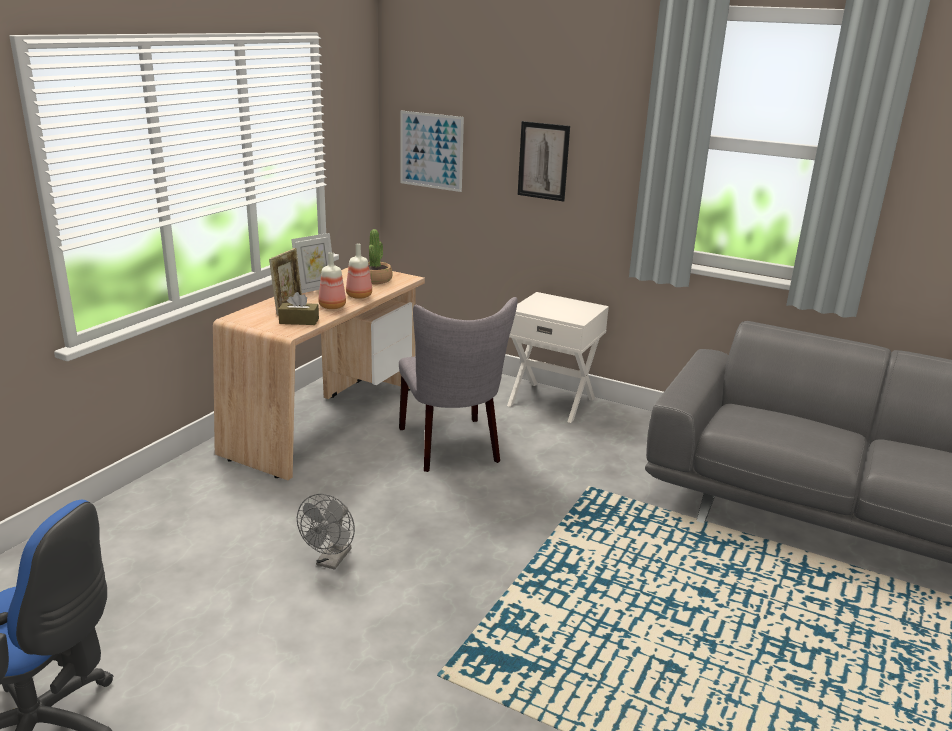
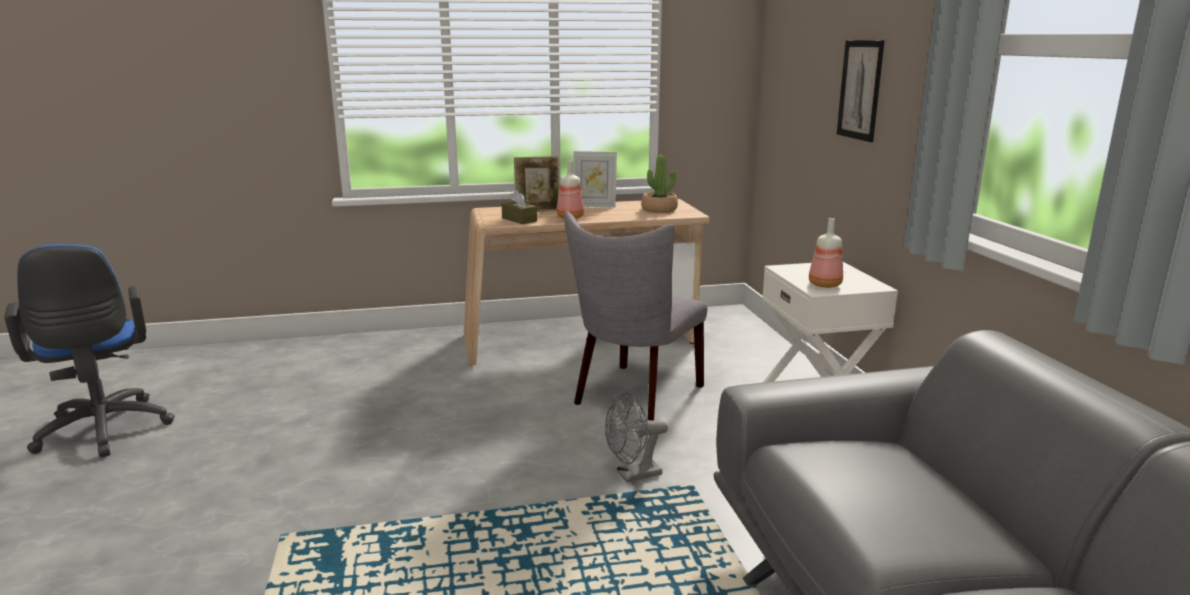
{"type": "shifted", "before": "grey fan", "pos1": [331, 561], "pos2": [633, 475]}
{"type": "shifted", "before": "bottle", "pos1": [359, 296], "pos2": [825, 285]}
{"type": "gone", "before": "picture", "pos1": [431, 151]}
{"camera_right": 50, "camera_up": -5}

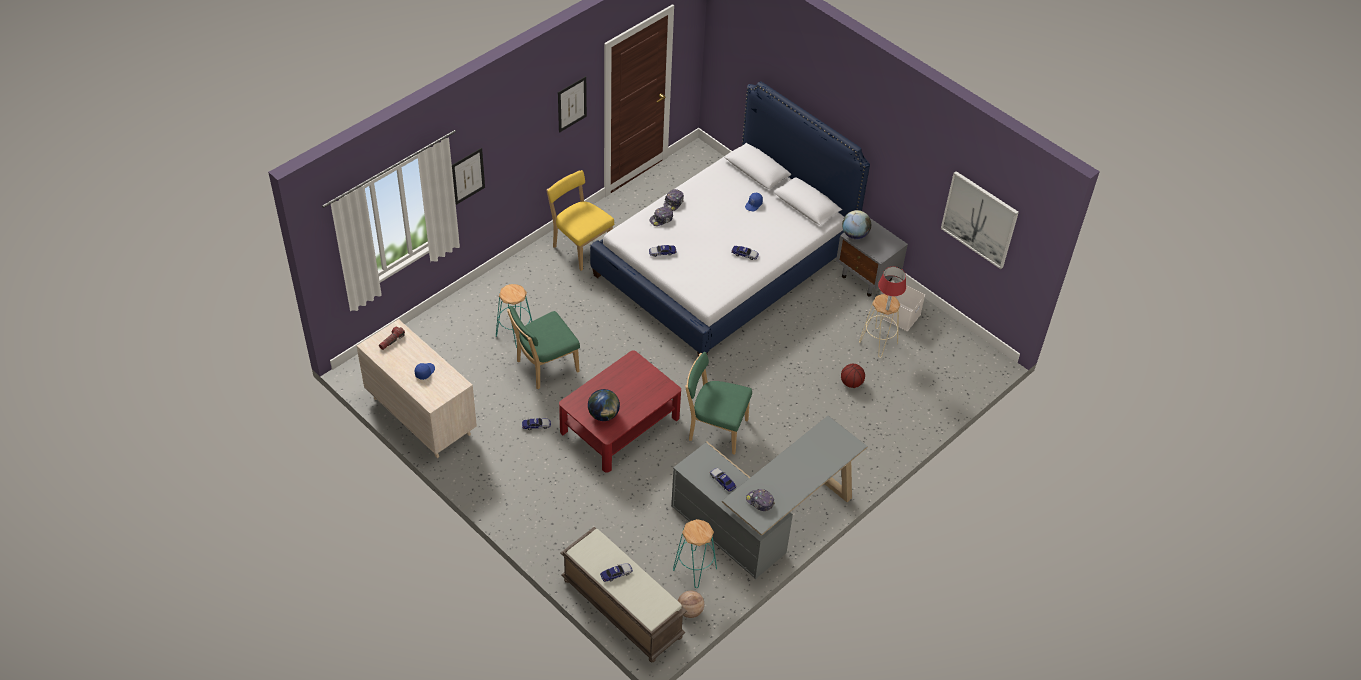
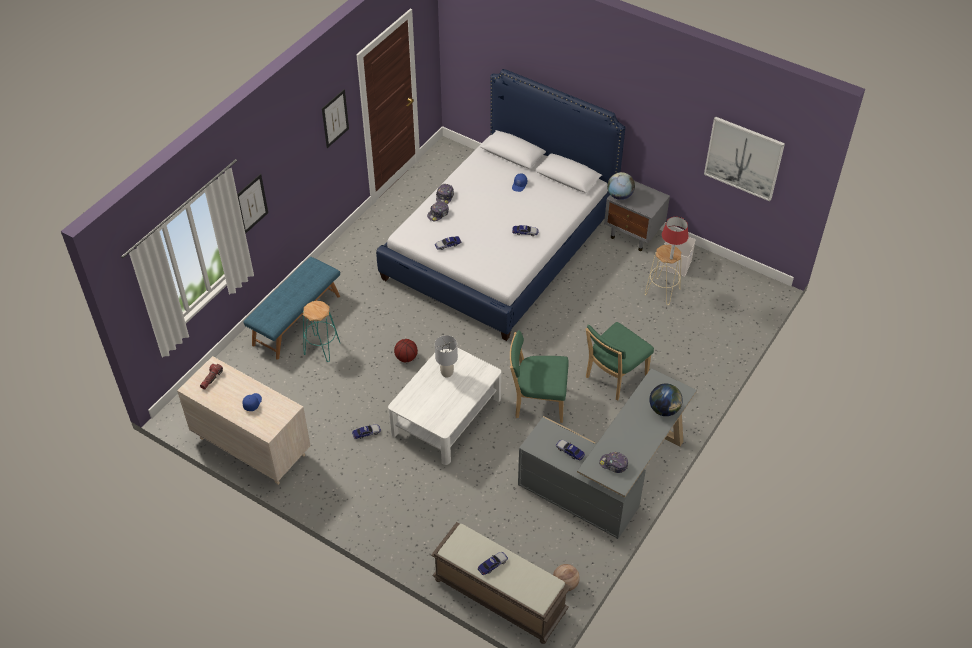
{"type": "new", "after": "blue bench", "pos2": [296, 320]}
{"type": "repainted", "before": "red coffee table", "after": "white coffee table", "pos1": [620, 424], "pos2": [446, 415]}
{"type": "shifted", "before": "basketball", "pos1": [851, 383], "pos2": [406, 357]}
{"type": "new", "after": "grey table lamp", "pos2": [447, 373]}
{"type": "shifted", "before": "green chair", "pos1": [544, 367], "pos2": [614, 378]}
{"type": "shifted", "before": "globe", "pos1": [603, 415], "pos2": [664, 409]}
{"type": "gone", "before": "yellow chair", "pos1": [580, 247]}
{"type": "gone", "before": "turquoise stool", "pos1": [695, 569]}
{"camera_right": -10, "camera_up": 0}

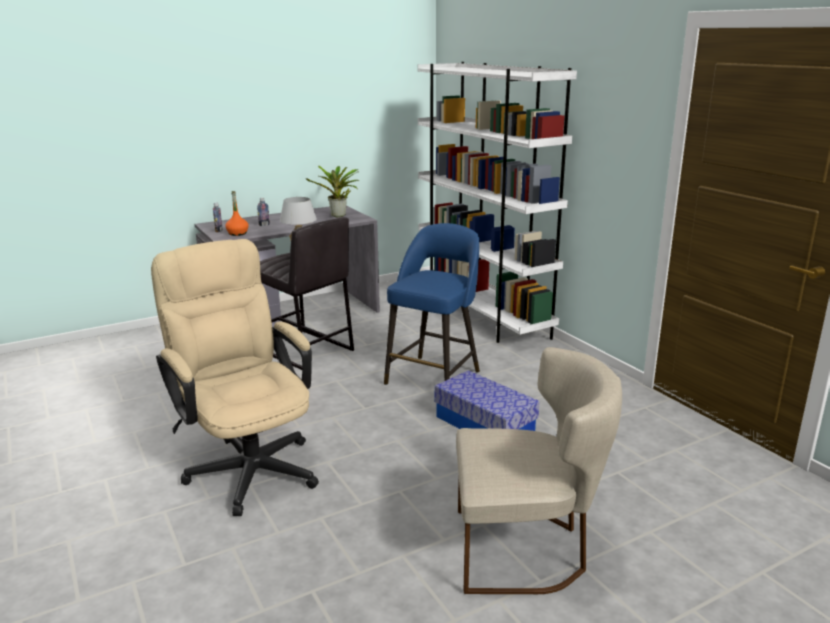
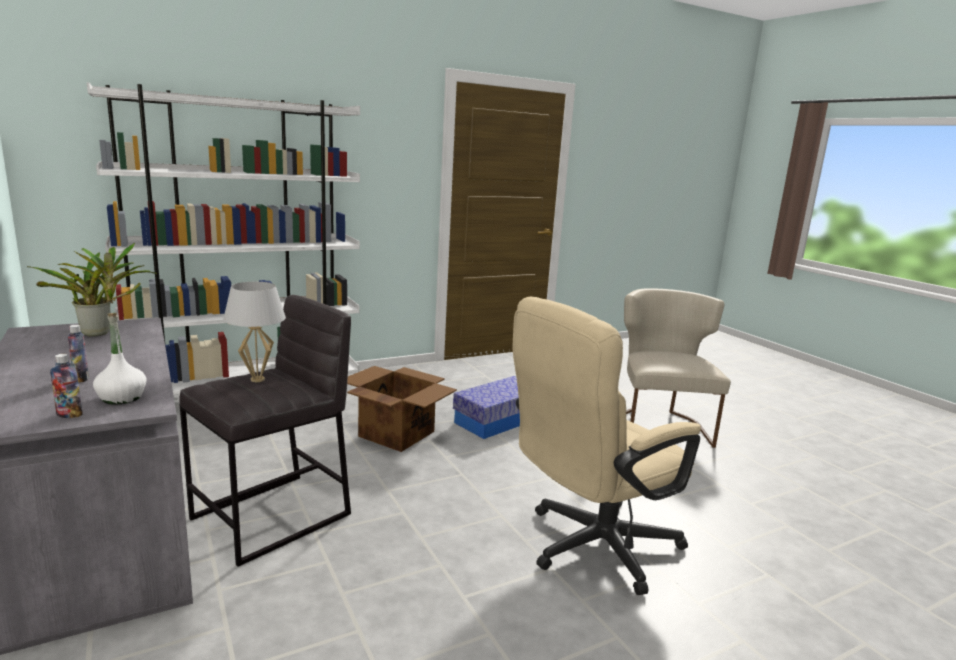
{"type": "repainted", "before": "orange bottle", "after": "white bottle", "pos1": [237, 233], "pos2": [121, 398]}
{"type": "swapped", "before": "blue stool", "after": "cardboard box", "pos1": [434, 376], "pos2": [396, 433]}
{"camera_right": -90, "camera_up": -5}

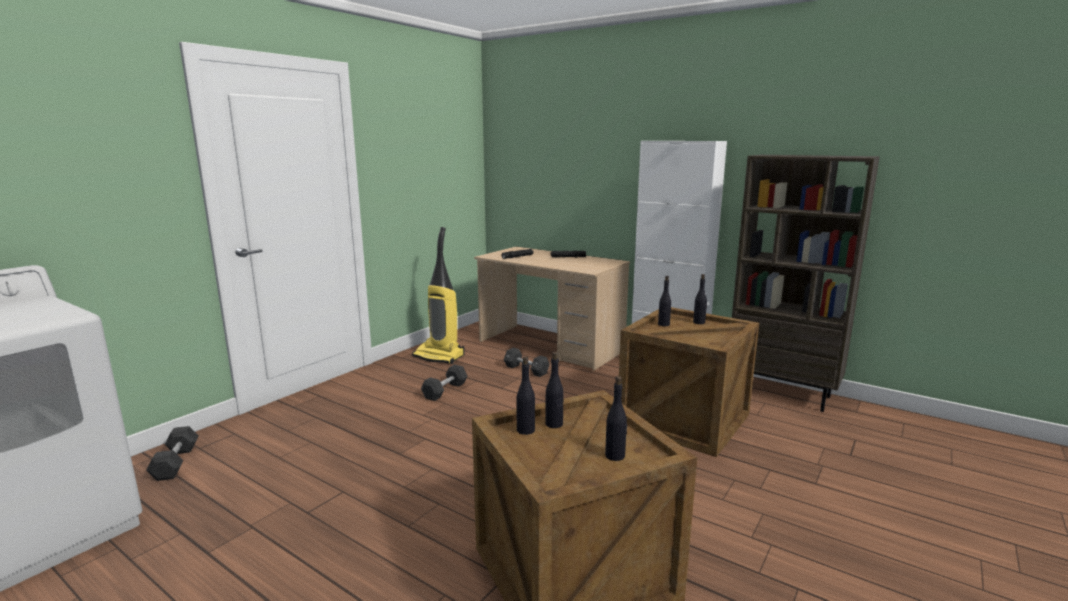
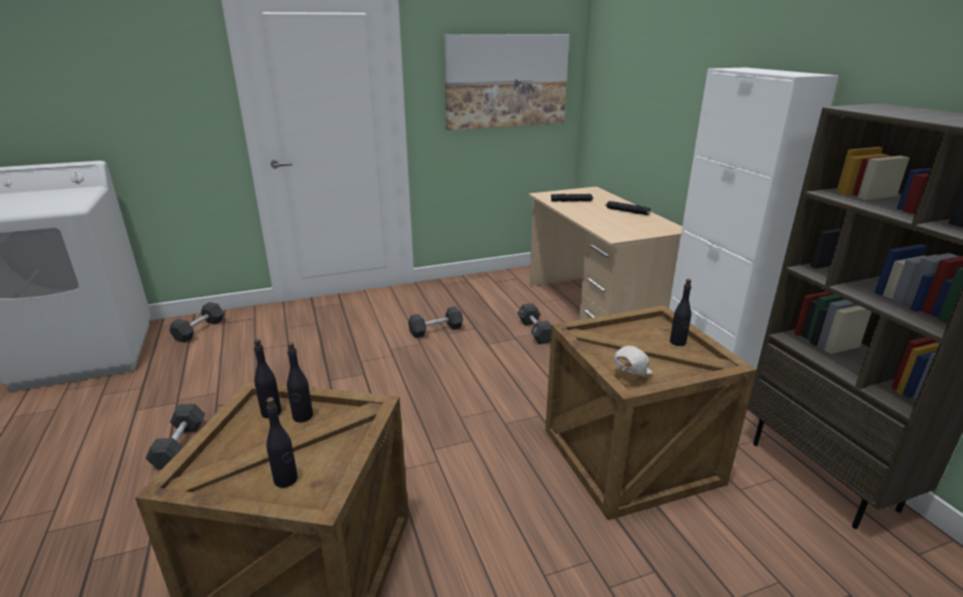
{"type": "new", "after": "black dumbbell", "pos2": [180, 445]}
{"type": "new", "after": "picture", "pos2": [506, 81]}
{"type": "new", "after": "white cap", "pos2": [629, 375]}
{"type": "gone", "before": "vacuum cleaner", "pos1": [439, 356]}
{"type": "gone", "before": "black bottle", "pos1": [663, 324]}
{"camera_right": 35, "camera_up": 10}

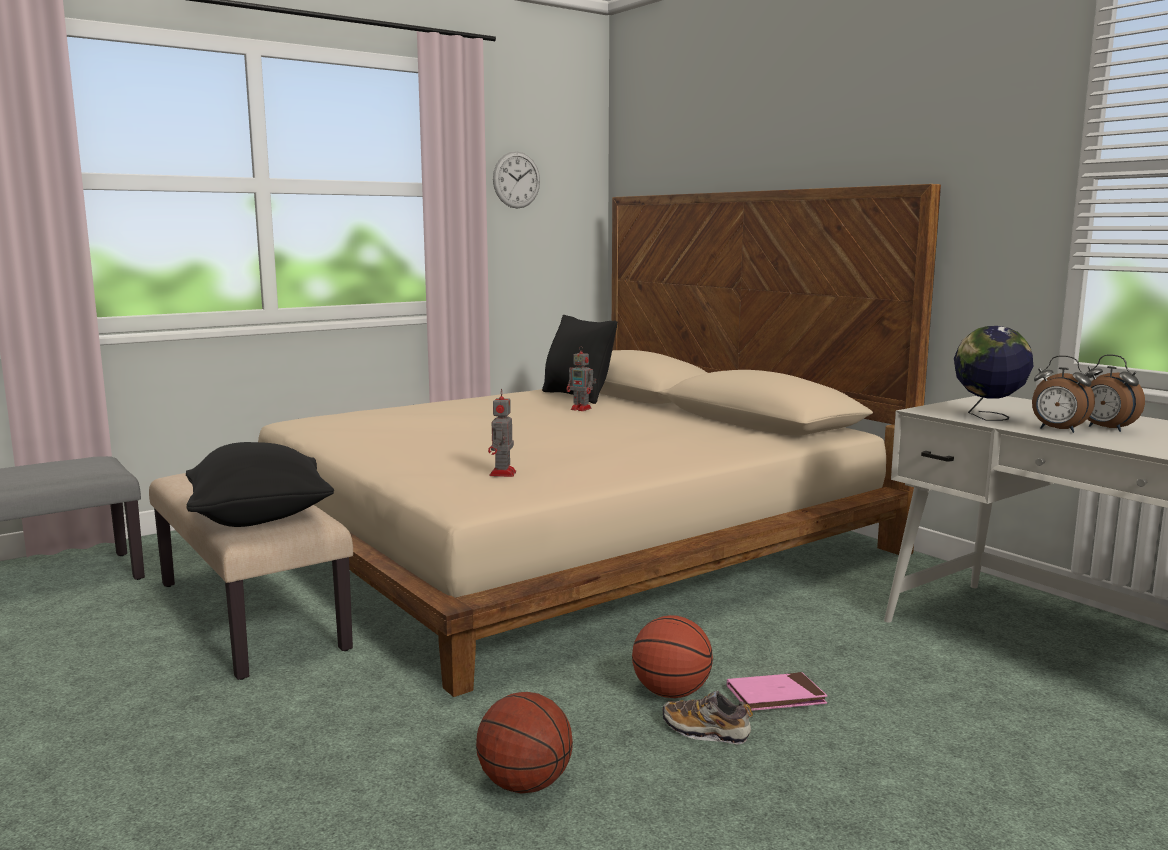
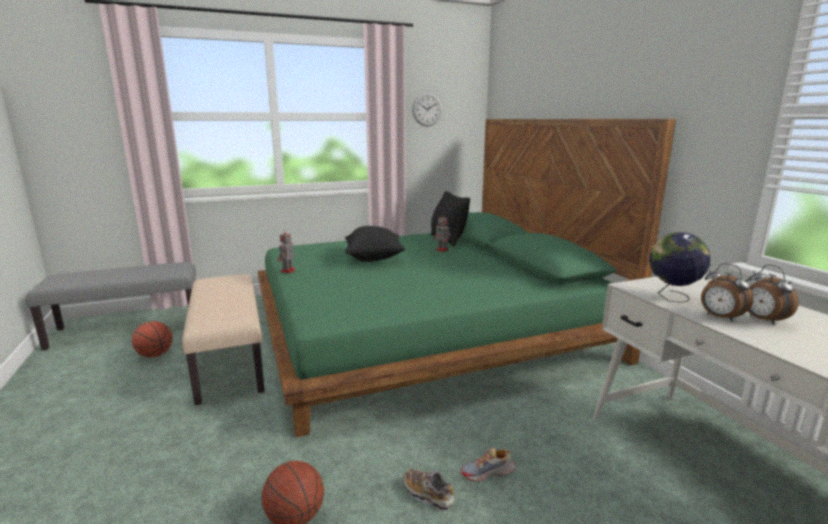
{"type": "shifted", "before": "basketball", "pos1": [671, 693], "pos2": [155, 355]}
{"type": "repainted", "before": "beige bed", "after": "green bed", "pos1": [564, 541], "pos2": [422, 328]}
{"type": "shifted", "before": "toy robot", "pos1": [502, 474], "pos2": [287, 271]}
{"type": "shifted", "before": "black pillow", "pos1": [259, 519], "pos2": [373, 259]}
{"type": "swapped", "before": "pink book", "after": "shoe", "pos1": [775, 696], "pos2": [488, 472]}
{"camera_right": 15, "camera_up": 5}

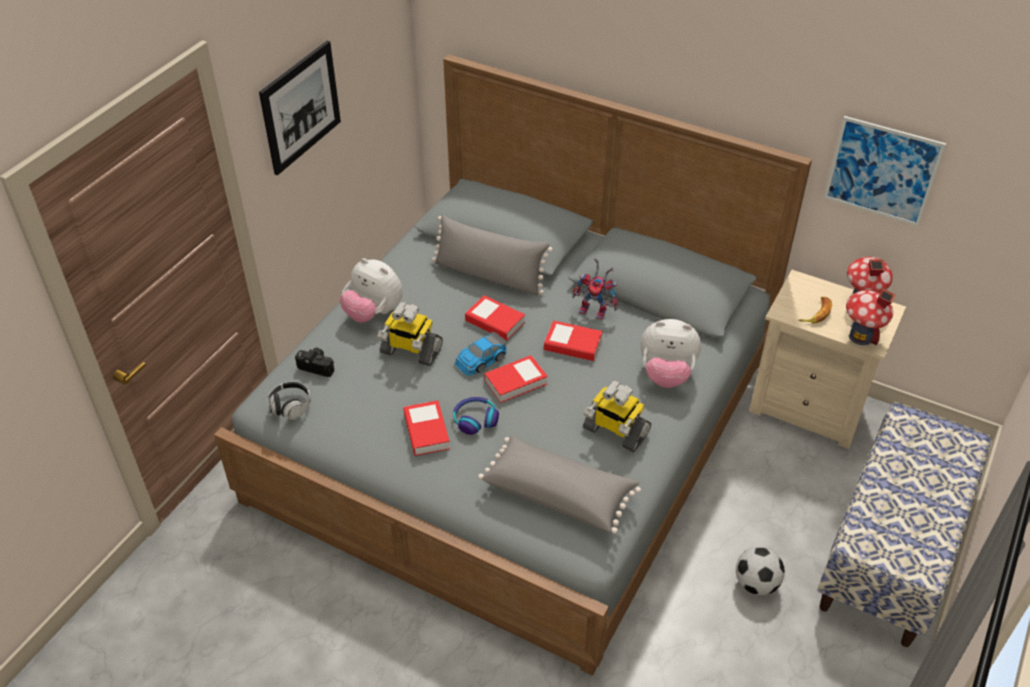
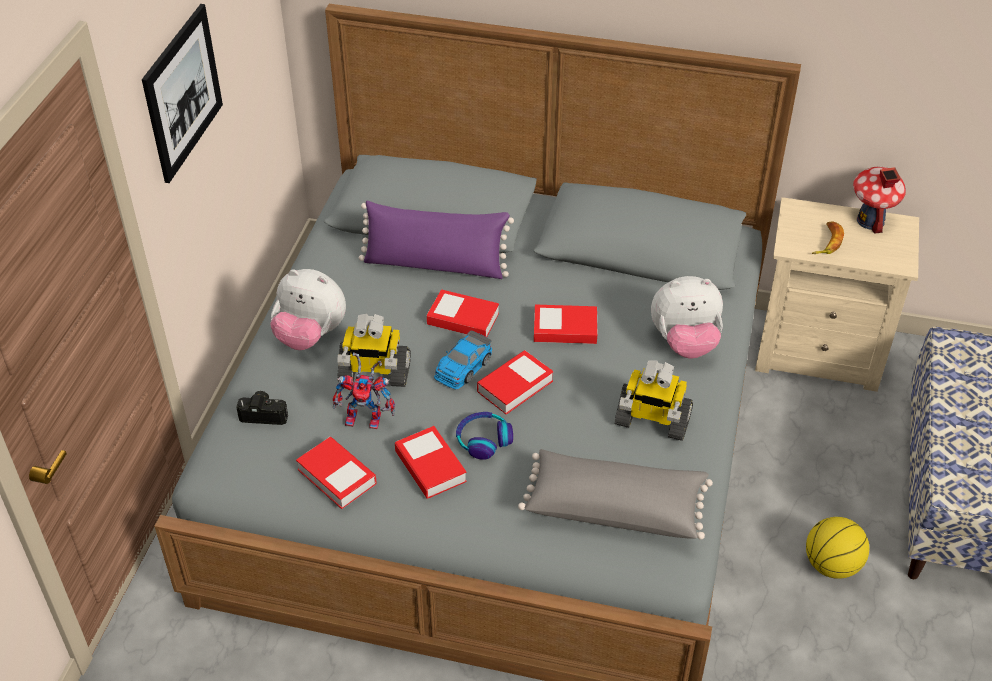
{"type": "new", "after": "book", "pos2": [336, 476]}
{"type": "shifted", "before": "toy robot", "pos1": [596, 310], "pos2": [367, 418]}
{"type": "repainted", "before": "grey pillow", "after": "purple pillow", "pos1": [489, 275], "pos2": [435, 265]}
{"type": "swapped", "before": "football", "after": "basketball", "pos1": [756, 584], "pos2": [831, 565]}
{"type": "gone", "before": "headphones", "pos1": [290, 407]}
{"type": "gone", "before": "picture", "pos1": [882, 171]}
{"type": "gone", "before": "toy house", "pos1": [861, 336]}
{"camera_right": -15, "camera_up": 0}

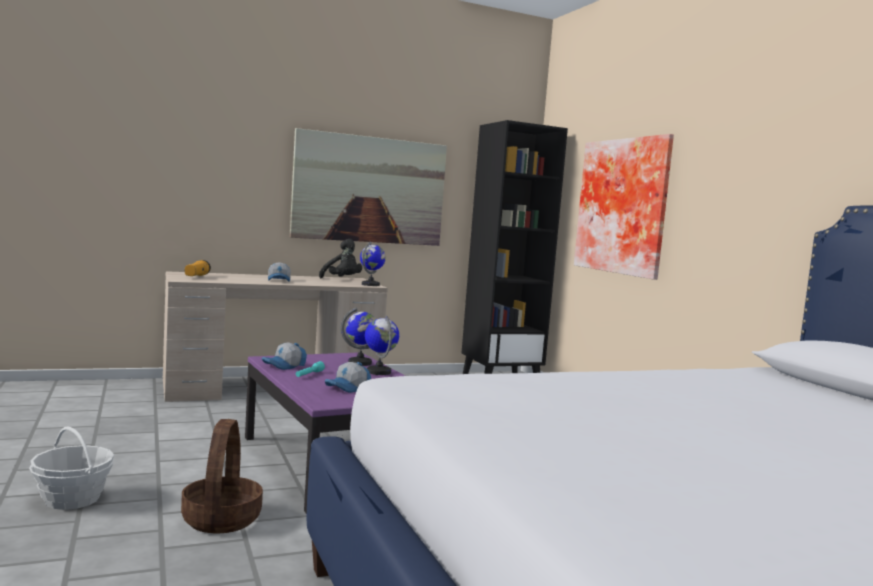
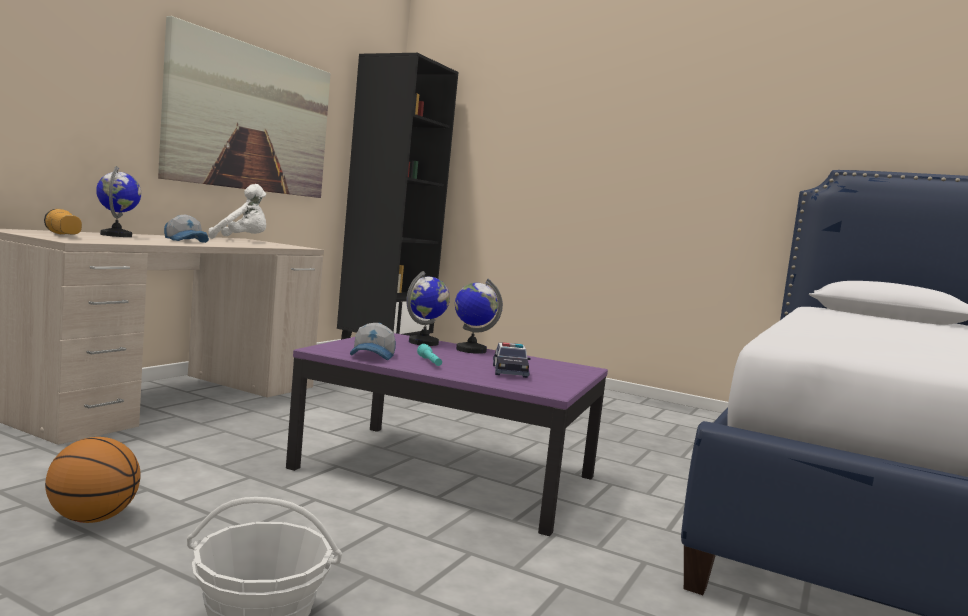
{"type": "new", "after": "basketball", "pos2": [92, 518]}
{"type": "shifted", "before": "globe", "pos1": [370, 285], "pos2": [116, 235]}
{"type": "repainted", "before": "black plush toy", "after": "white plush toy", "pos1": [342, 280], "pos2": [242, 240]}
{"type": "swapped", "before": "cap", "after": "toy car", "pos1": [348, 388], "pos2": [509, 371]}
{"type": "gone", "before": "basket", "pos1": [221, 519]}
{"type": "gone", "before": "picture", "pos1": [624, 206]}
{"camera_right": -40, "camera_up": 0}

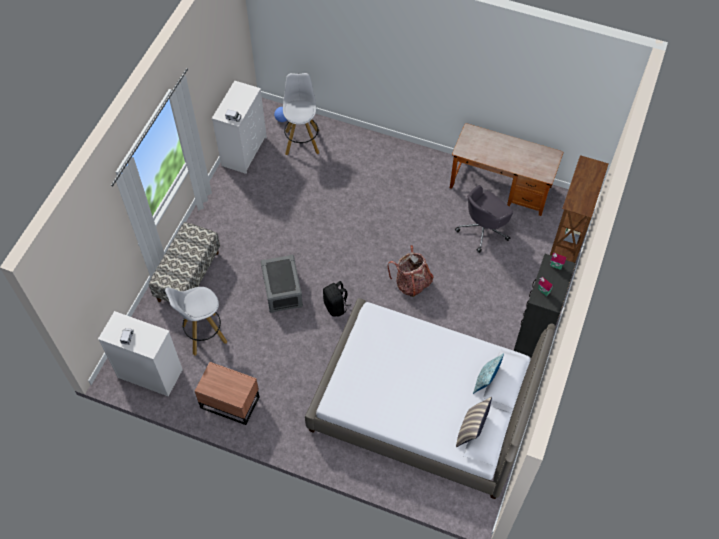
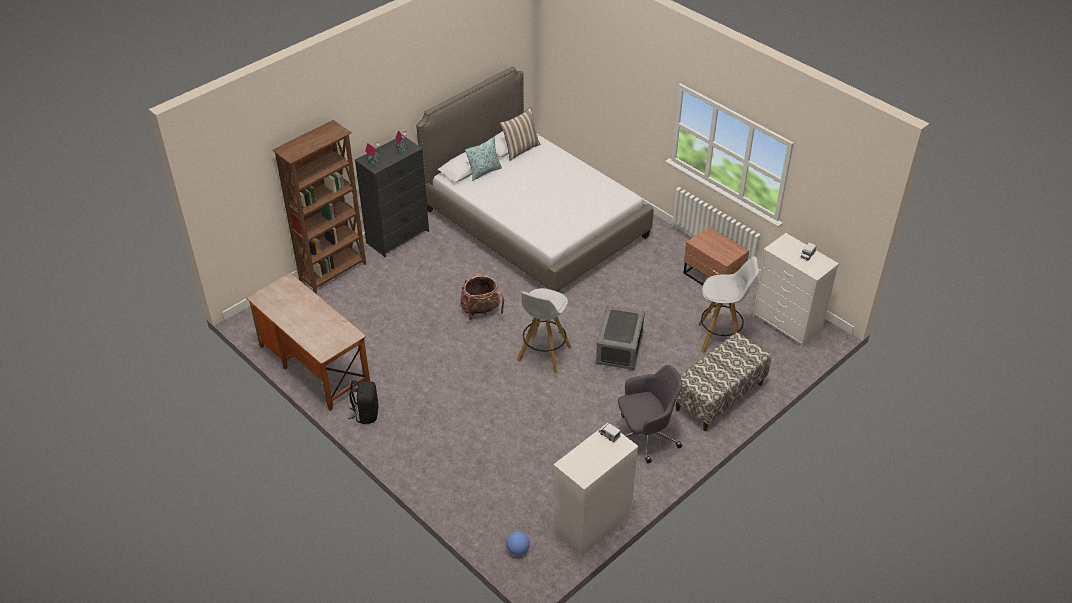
{"type": "shifted", "before": "black backpack", "pos1": [336, 306], "pos2": [366, 413]}
{"type": "shifted", "before": "white stool", "pos1": [302, 141], "pos2": [543, 354]}
{"type": "shifted", "before": "grey office chair", "pos1": [483, 230], "pos2": [646, 436]}
{"camera_right": -155, "camera_up": -15}

